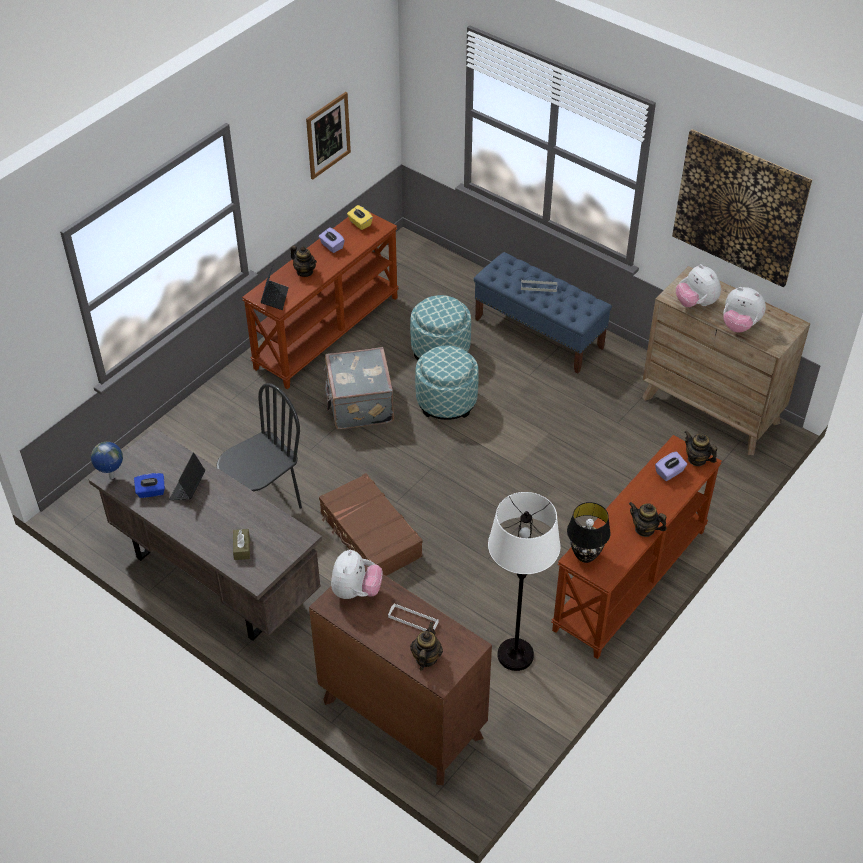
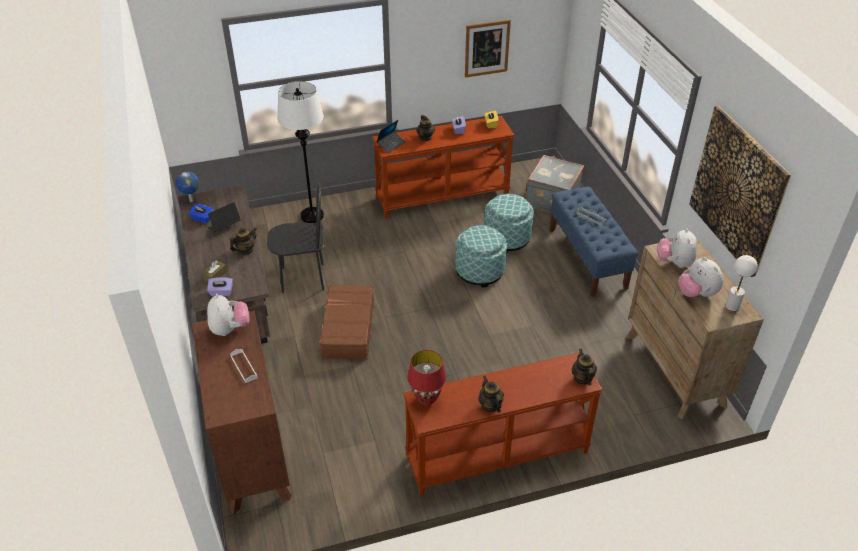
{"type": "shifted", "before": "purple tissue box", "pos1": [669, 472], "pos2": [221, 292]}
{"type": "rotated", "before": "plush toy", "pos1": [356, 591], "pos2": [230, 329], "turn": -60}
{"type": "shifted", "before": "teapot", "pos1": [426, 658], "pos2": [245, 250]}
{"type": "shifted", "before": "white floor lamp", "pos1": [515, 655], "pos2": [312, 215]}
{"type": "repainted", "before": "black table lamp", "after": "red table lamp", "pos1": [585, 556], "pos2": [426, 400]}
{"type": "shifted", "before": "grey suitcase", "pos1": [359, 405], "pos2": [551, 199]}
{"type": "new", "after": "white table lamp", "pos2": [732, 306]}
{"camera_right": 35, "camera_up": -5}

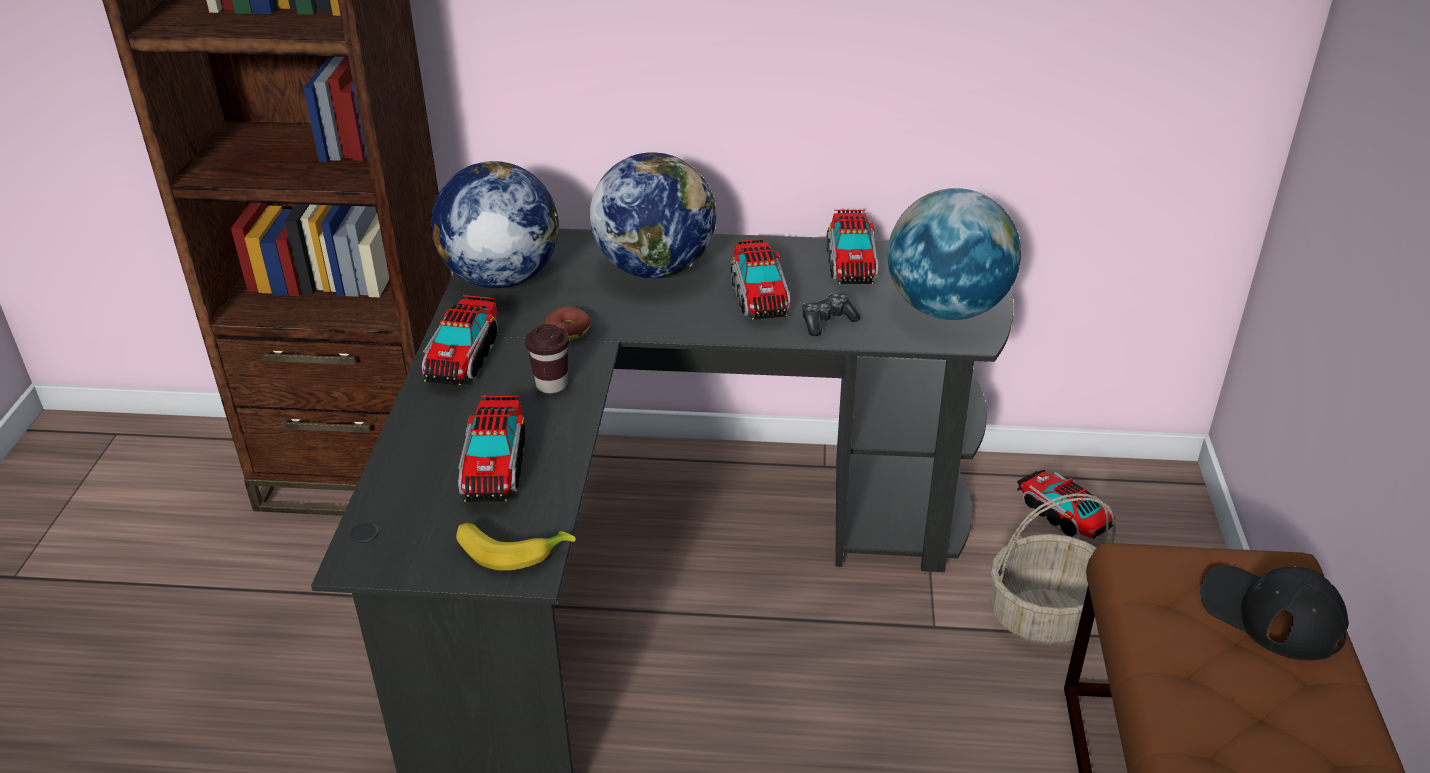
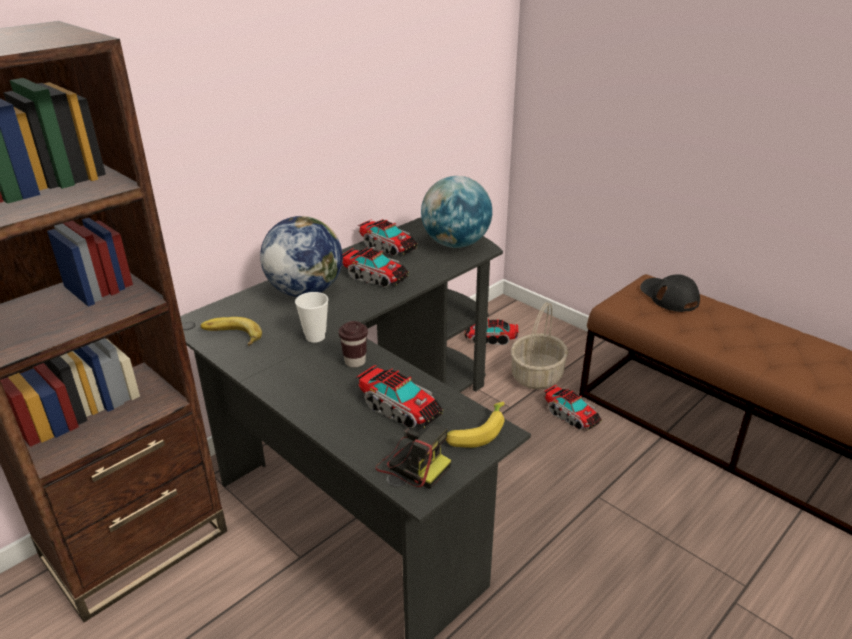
{"type": "swapped", "before": "globe", "after": "banana", "pos1": [500, 278], "pos2": [231, 337]}
{"type": "swapped", "before": "donut", "after": "cup", "pos1": [568, 330], "pos2": [315, 337]}
{"type": "new", "after": "photo camera", "pos2": [412, 464]}
{"type": "shifted", "before": "toy truck", "pos1": [463, 357], "pos2": [570, 415]}
{"type": "rotated", "before": "black cap", "pos1": [1270, 613], "pos2": [669, 296], "turn": 75}
{"type": "gone", "before": "game controller", "pos1": [827, 321]}
{"camera_right": -50, "camera_up": -5}

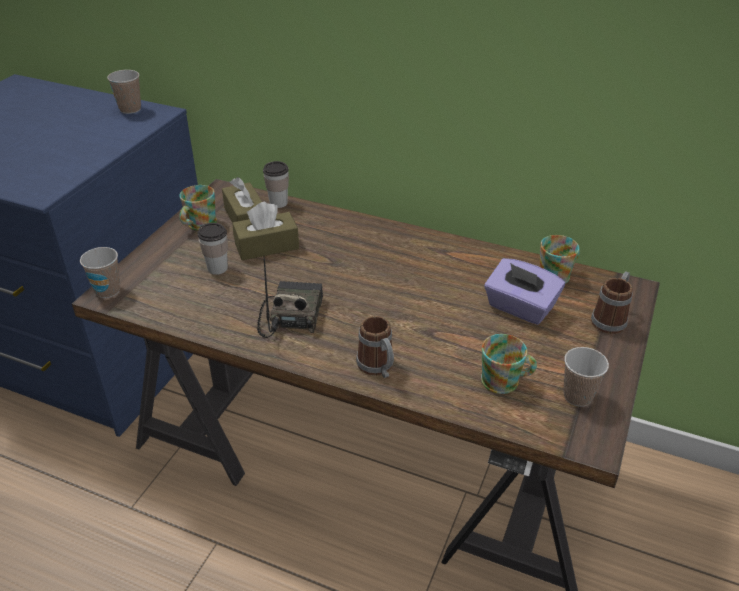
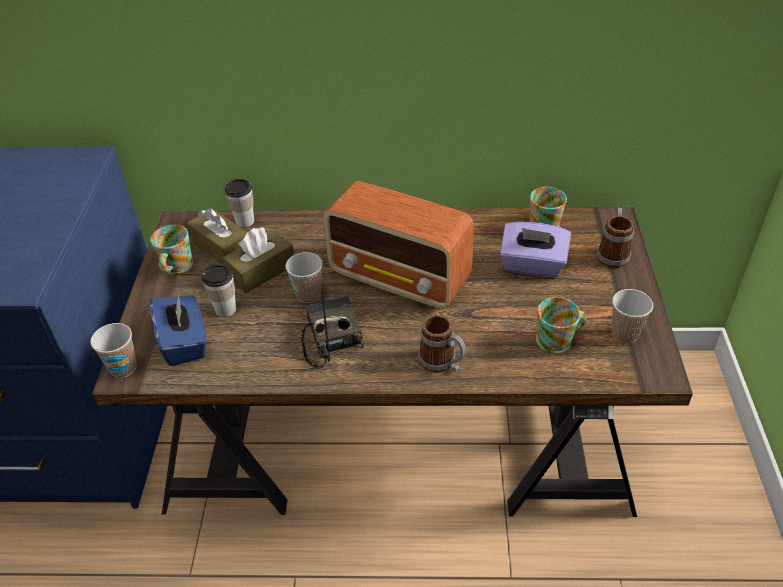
{"type": "new", "after": "blue tissue box", "pos2": [184, 343]}
{"type": "shifted", "before": "cup", "pos1": [130, 109], "pos2": [308, 295]}
{"type": "new", "after": "radio", "pos2": [400, 278]}
{"camera_right": -20, "camera_up": 5}

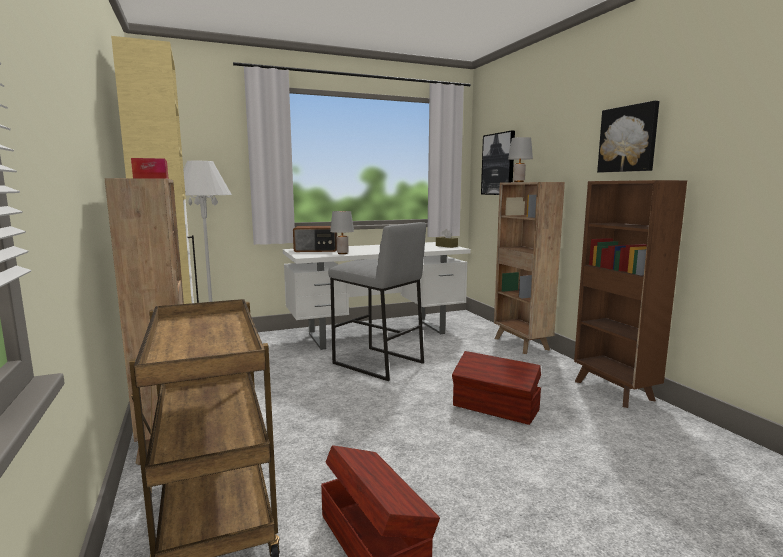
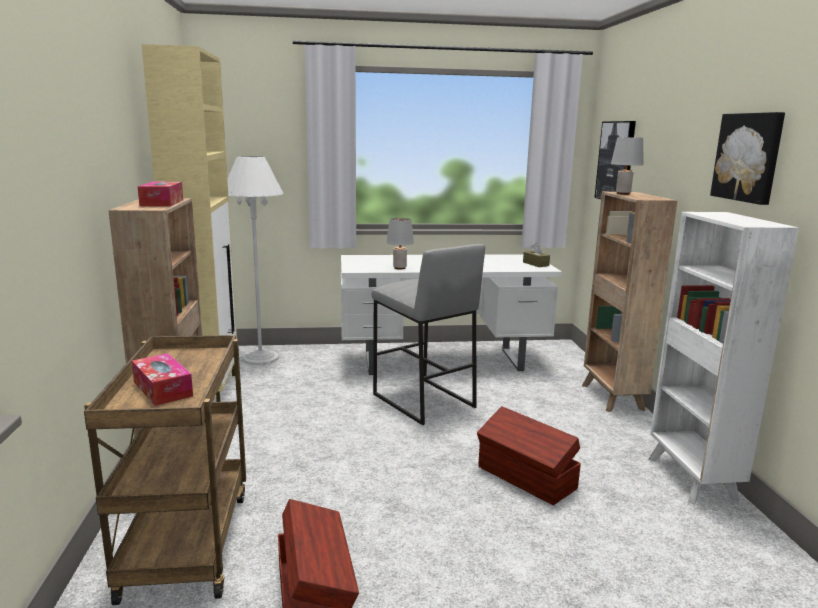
{"type": "new", "after": "tissue box", "pos2": [162, 389]}
{"type": "repainted", "before": "brown bookcase", "after": "white bookcase", "pos1": [614, 391], "pos2": [692, 479]}
{"type": "gone", "before": "radio", "pos1": [316, 250]}
{"camera_right": 15, "camera_up": 5}

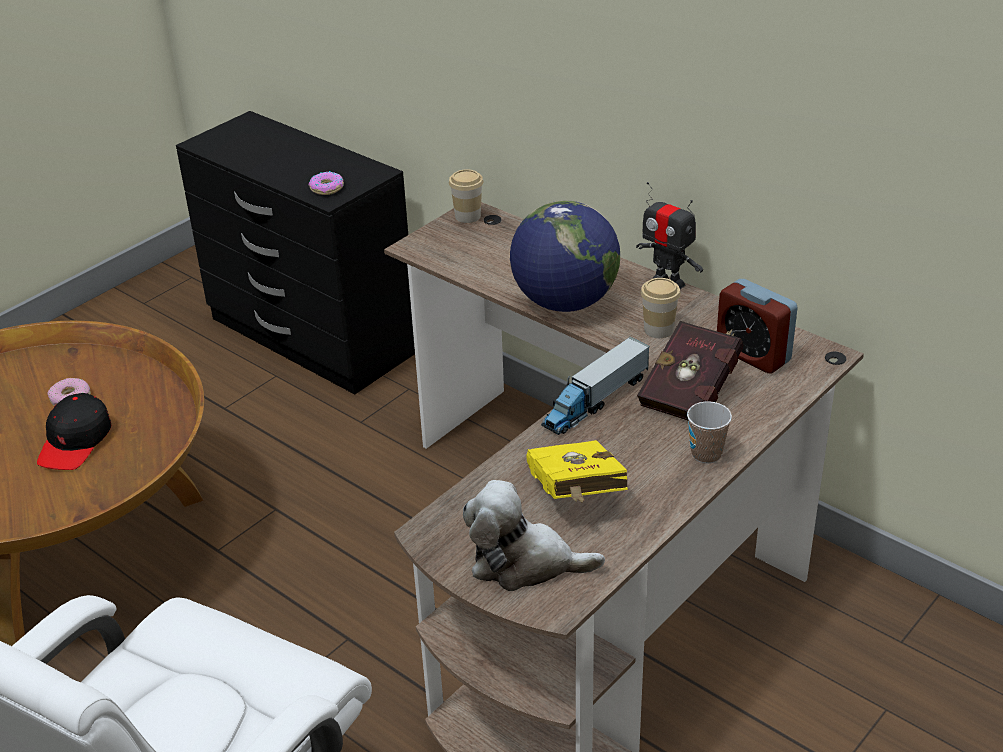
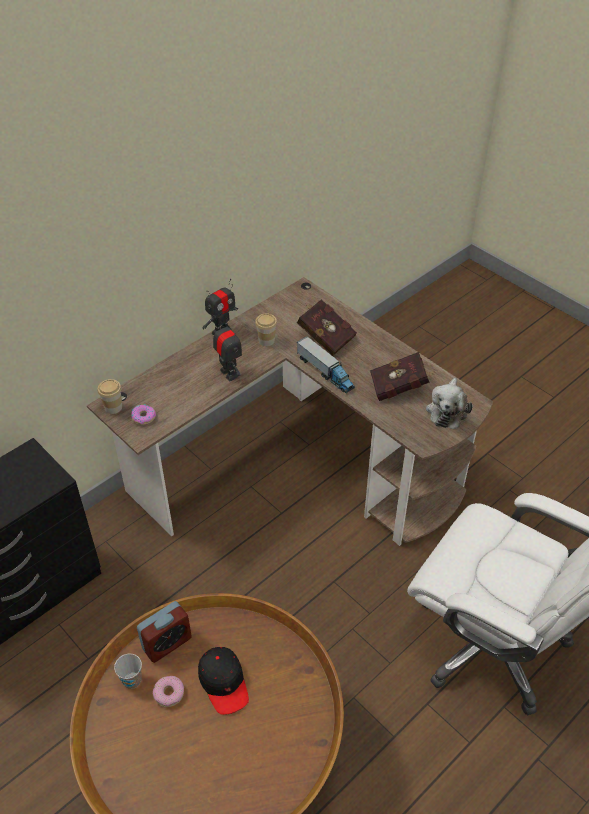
{"type": "shifted", "before": "cup", "pos1": [706, 454], "pos2": [132, 680]}
{"type": "shifted", "before": "donut", "pos1": [327, 188], "pos2": [143, 417]}
{"type": "shifted", "before": "alarm clock", "pos1": [752, 355], "pos2": [167, 643]}
{"type": "rotated", "before": "black cap", "pos1": [75, 442], "pos2": [224, 683], "turn": 45}
{"type": "swapped", "before": "globe", "after": "toy robot", "pos1": [565, 302], "pos2": [229, 373]}
{"type": "repainted", "before": "yellow book", "after": "red book", "pos1": [575, 496], "pos2": [400, 388]}
{"camera_right": -85, "camera_up": 10}

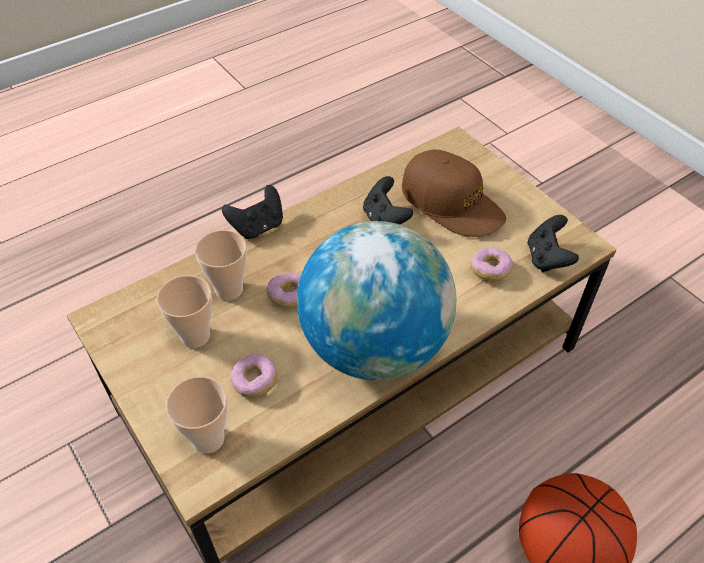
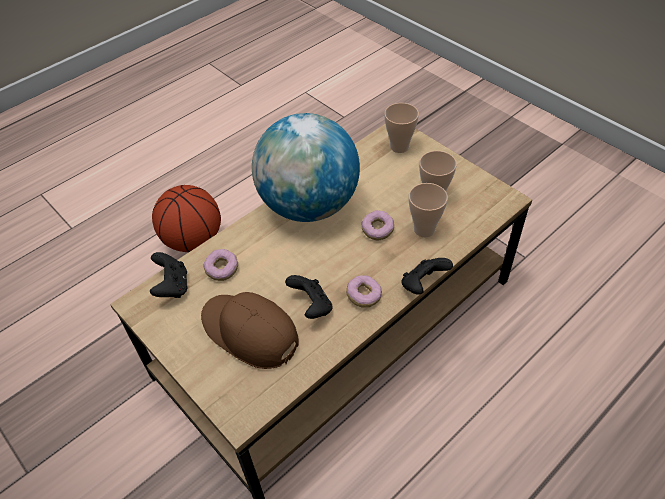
{"type": "shifted", "before": "donut", "pos1": [255, 381], "pos2": [364, 296]}
{"camera_right": 175, "camera_up": 0}

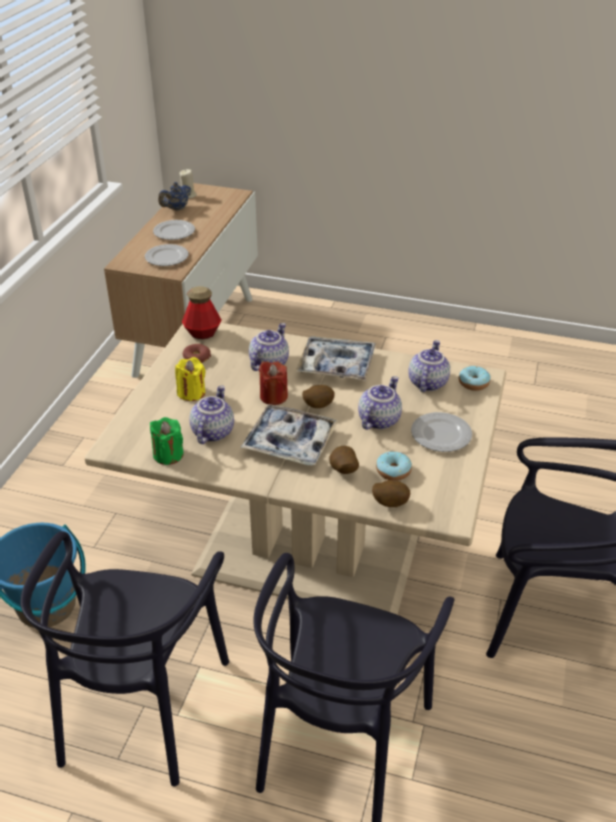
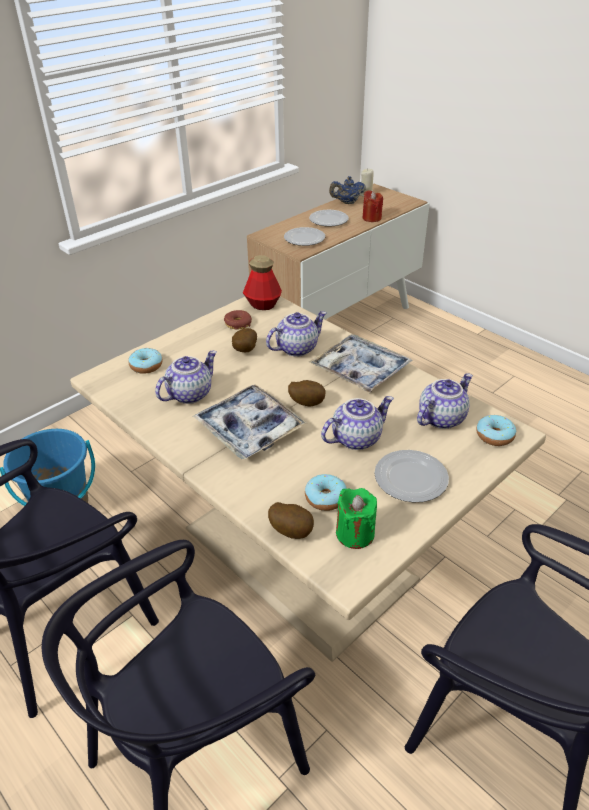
{"type": "new", "after": "donut", "pos2": [146, 366]}
{"type": "shifted", "before": "potato", "pos1": [343, 471], "pos2": [244, 351]}
{"type": "shifted", "before": "green candle", "pos1": [168, 455], "pos2": [355, 533]}
{"type": "shifted", "before": "red candle", "pos1": [273, 396], "pos2": [371, 218]}
{"type": "gone", "before": "yellow candle", "pos1": [191, 393]}
{"camera_right": 30, "camera_up": 0}

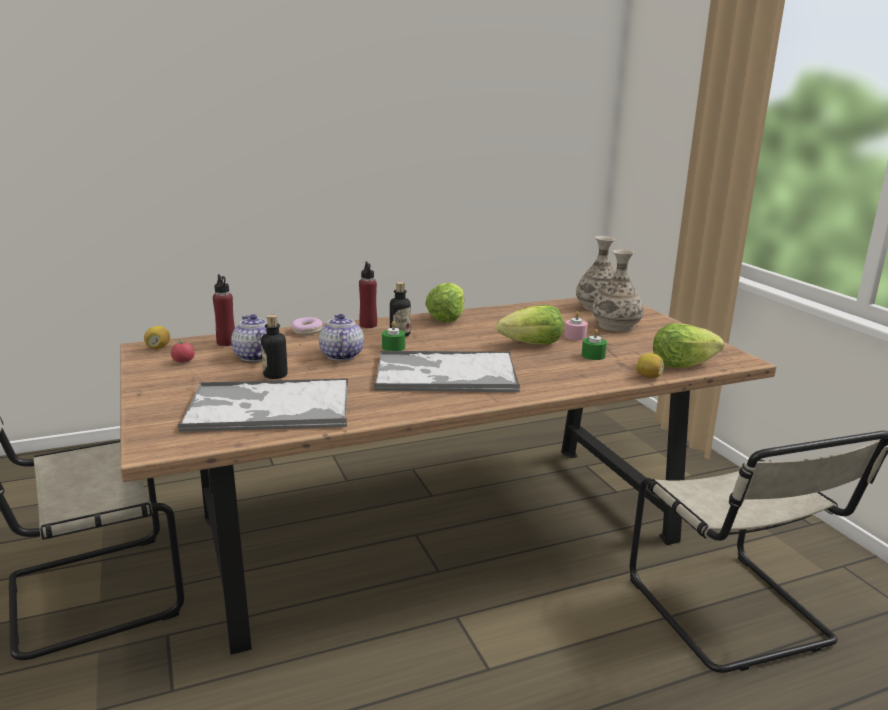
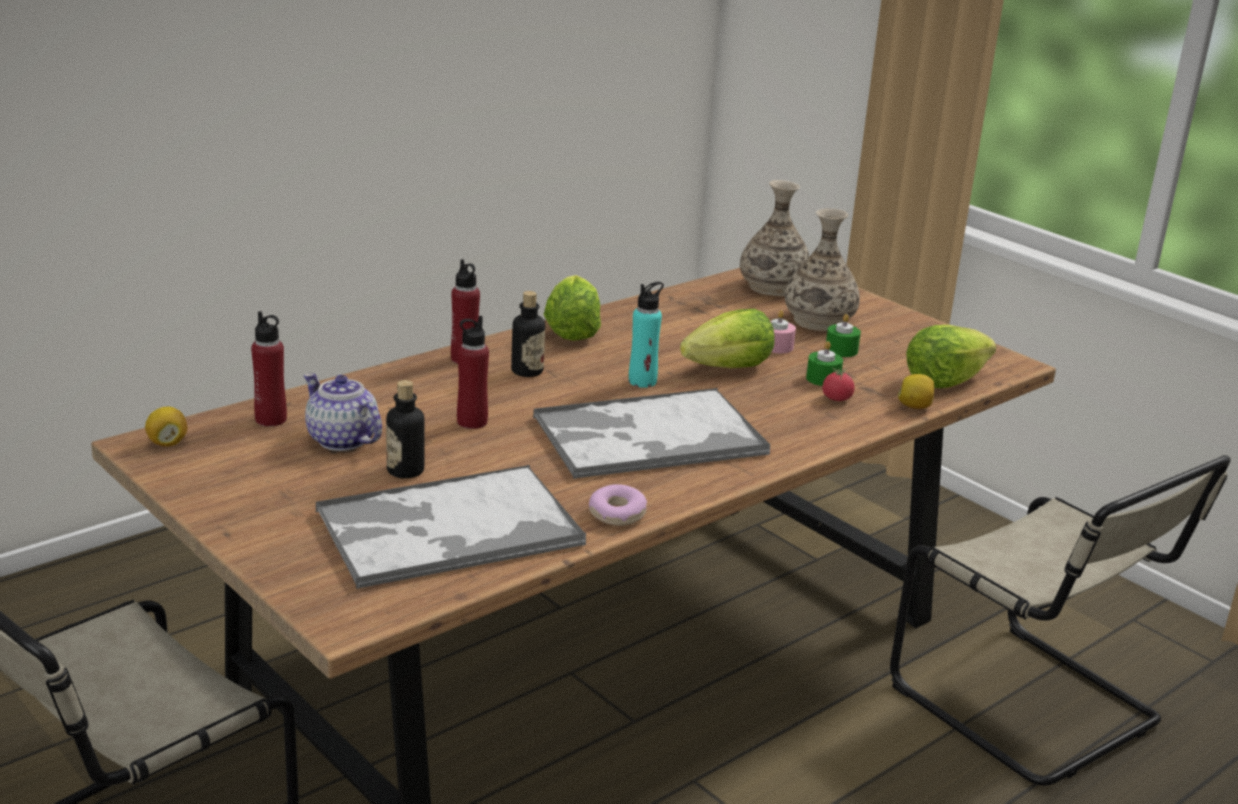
{"type": "swapped", "before": "teapot", "after": "red bottle", "pos1": [341, 355], "pos2": [472, 422]}
{"type": "shifted", "before": "donut", "pos1": [307, 331], "pos2": [617, 514]}
{"type": "new", "after": "turquoise bottle", "pos2": [642, 381]}
{"type": "shifted", "before": "tomato", "pos1": [183, 361], "pos2": [836, 399]}
{"type": "shifted", "before": "green candle", "pos1": [393, 347], "pos2": [841, 350]}
{"camera_right": -20, "camera_up": 5}

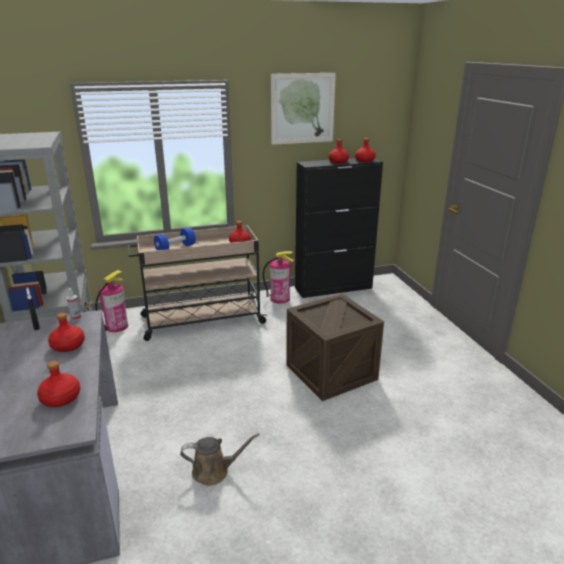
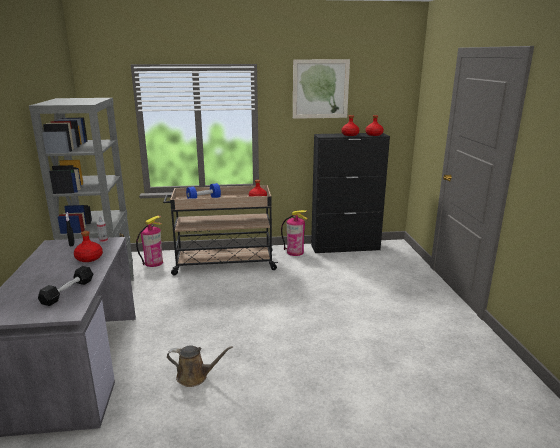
{"type": "swapped", "before": "red bottle", "after": "black dumbbell", "pos1": [61, 398], "pos2": [68, 292]}
{"type": "gone", "before": "crate", "pos1": [331, 372]}
{"camera_right": 10, "camera_up": -5}

